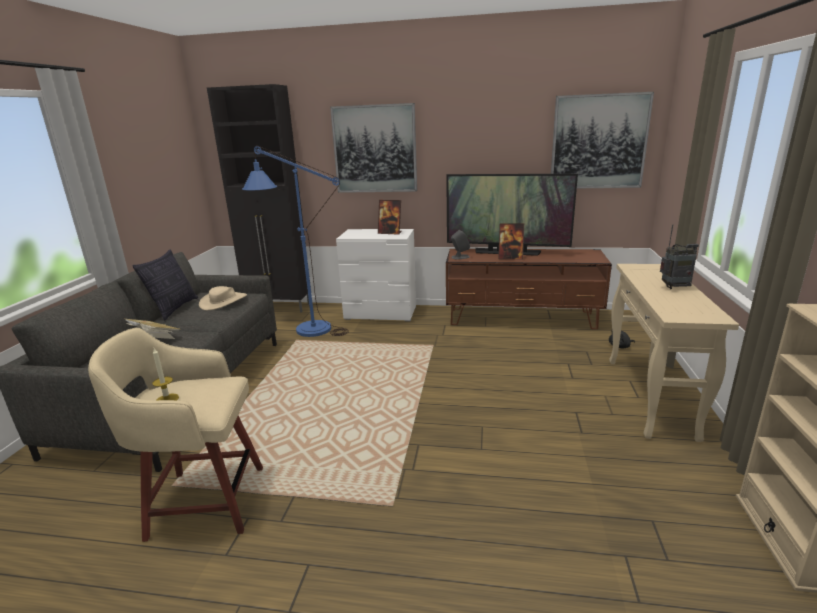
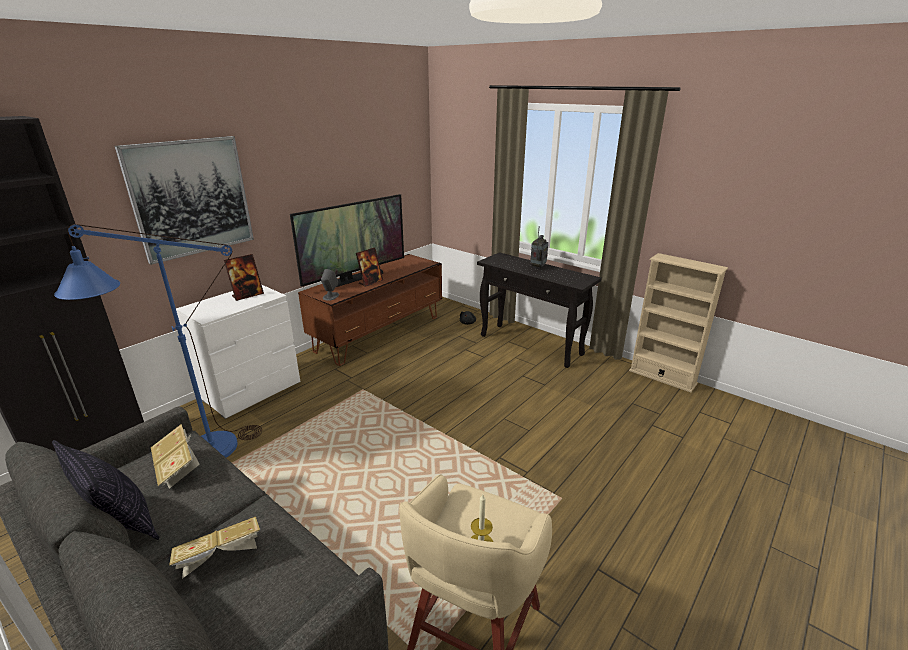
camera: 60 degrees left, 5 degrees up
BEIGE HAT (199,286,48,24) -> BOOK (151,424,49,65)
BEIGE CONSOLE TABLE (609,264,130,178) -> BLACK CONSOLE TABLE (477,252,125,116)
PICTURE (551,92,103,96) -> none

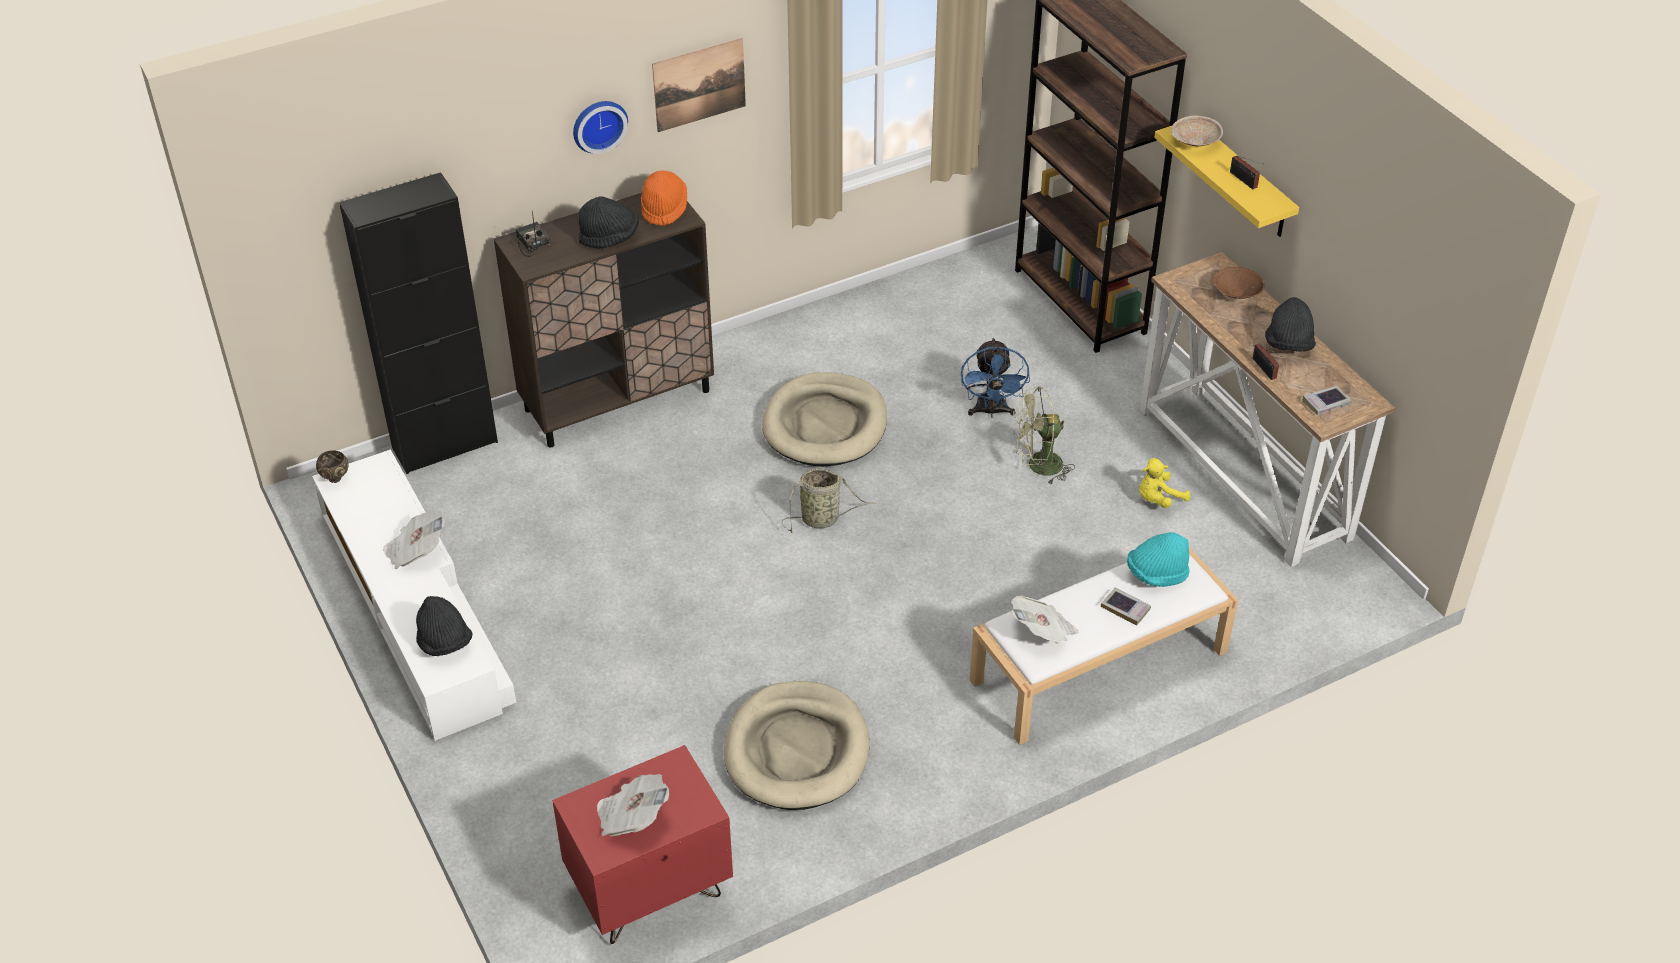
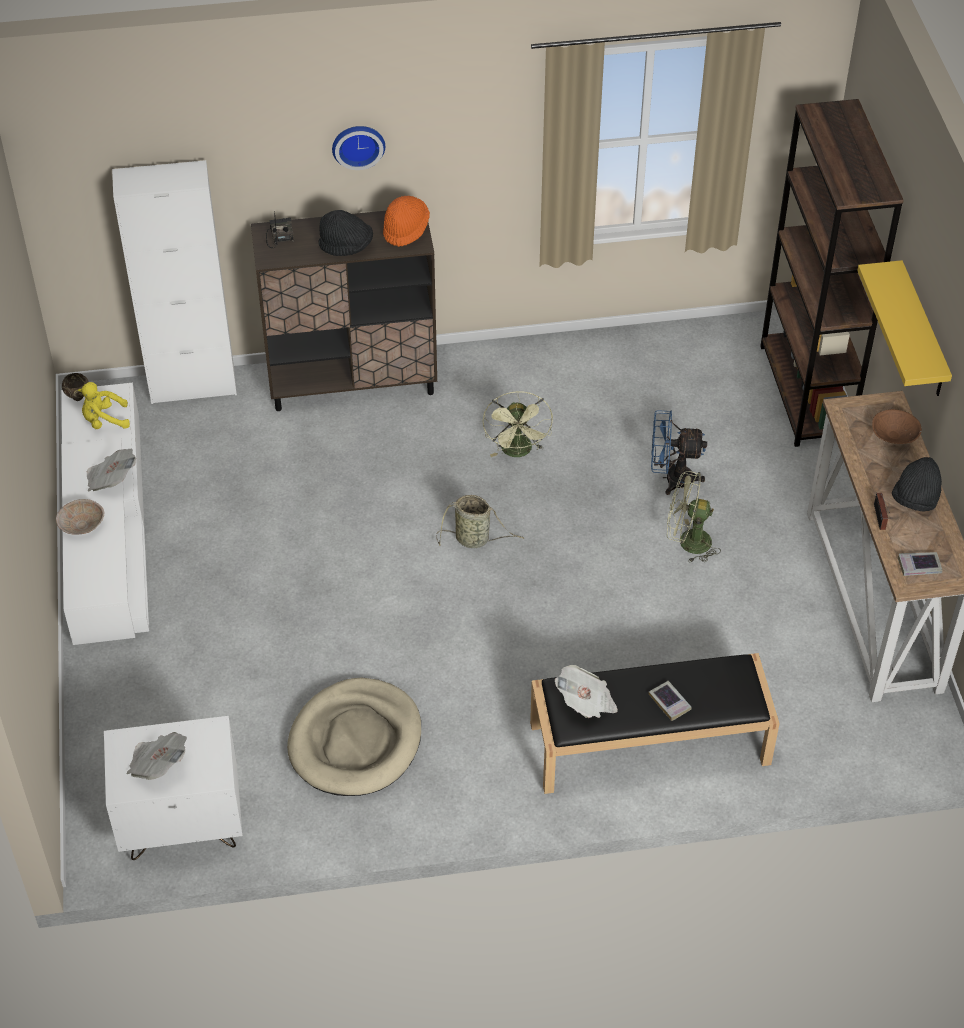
camera: 20 degrees right, 5 degrees up
BEIGE BOWL (1171,115,52,32) -> BEIGE BOWL (56,499,48,36), relocated
YELLOW PLUSH TOY (1139,458,51,50) -> YELLOW PLUSH TOY (78,382,52,47), relocated
RED NIGHTSTAND (552,745,181,199) -> WHITE NIGHTSTAND (104,716,139,144)
BLACK CABINET (339,172,159,302) -> WHITE CABINET (112,160,125,244)
BEIGE DOG BED (762,372,125,95) -> GREEN FAN (482,391,71,66)
WHITE BENCH (970,547,268,198) -> BLACK BENCH (530,653,250,141)
BLUE FAN (961,338,69,80) -> BLUE FAN (651,410,56,85), 75 degrees clockwise
BLACK HAT (416,596,57,60) -> none
PICTURE (652,38,94,94) -> none
TURQUOISE HAT (1127,532,62,55) -> none
RADIO (1230,156,33,34) -> none

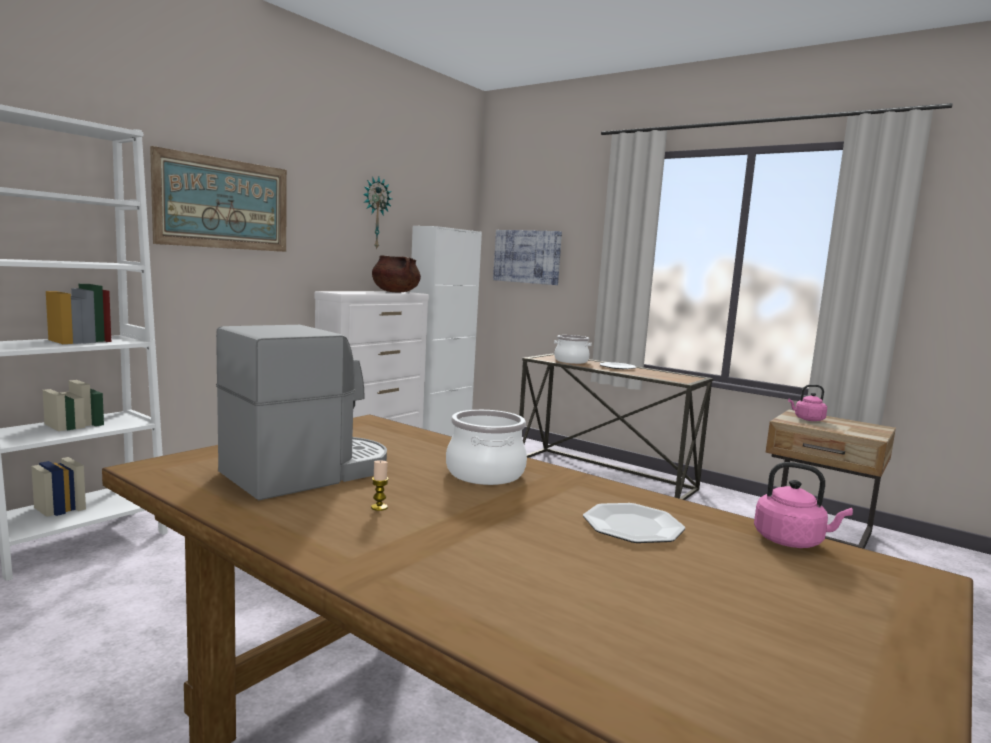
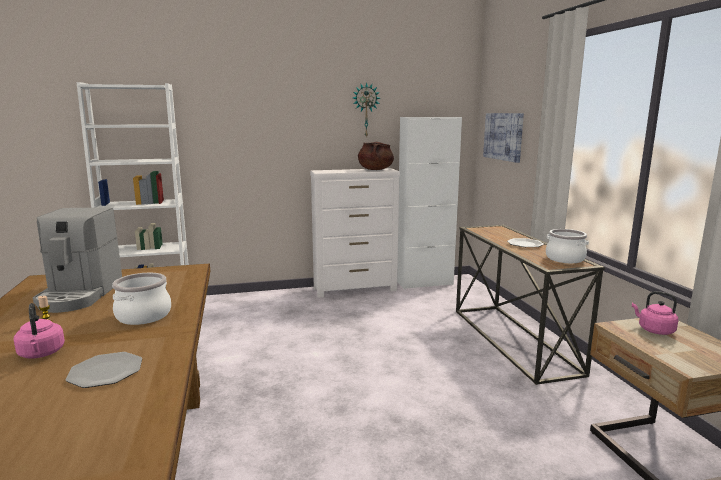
camera: 40 degrees right, 5 degrees up
PINK KETTLE (754,462,99,86) -> PINK KETTLE (14,303,51,56), relocated
COFFEE MACHINE (216,325,171,175) -> COFFEE MACHINE (33,207,89,106), 90 degrees clockwise
COOKING POT (554,335,38,29) -> COOKING POT (546,229,43,34), relocated
PICTURE (150,146,137,106) -> none

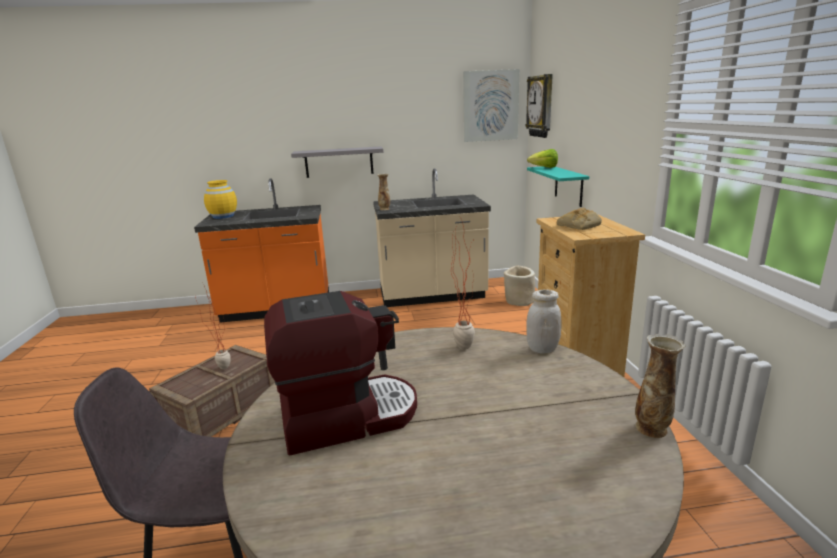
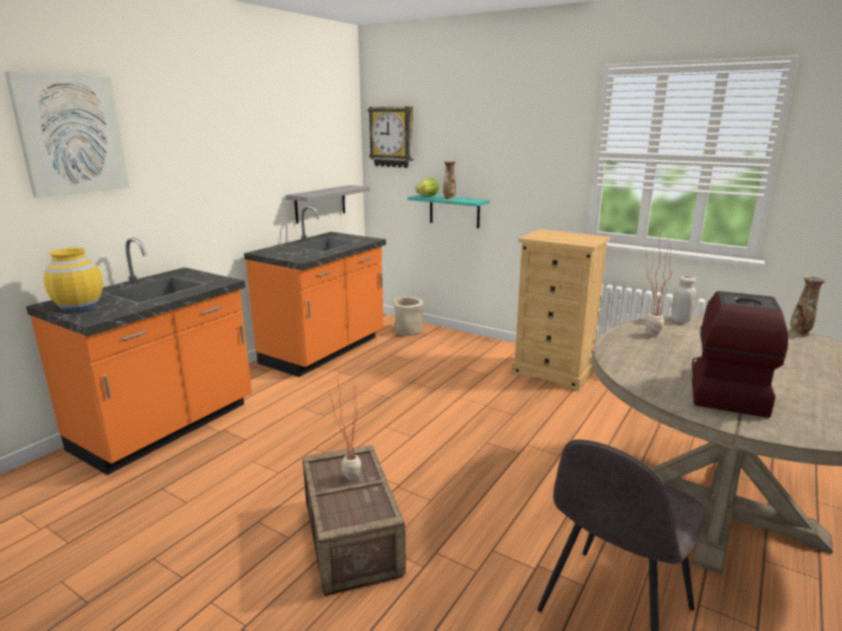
camera: 50 degrees left, 0 degrees up
PICTURE (463,69,56,73) -> PICTURE (5,71,124,127), relocated
BEIGE COUNTER (373,168,118,139) -> ORANGE COUNTER (244,206,142,171)
GREY SHELF (291,146,92,32) -> GREY SHELF (286,185,84,39), relocated
VASE (377,173,13,37) -> VASE (443,161,13,38), relocated
BREAD (557,208,45,22) -> none

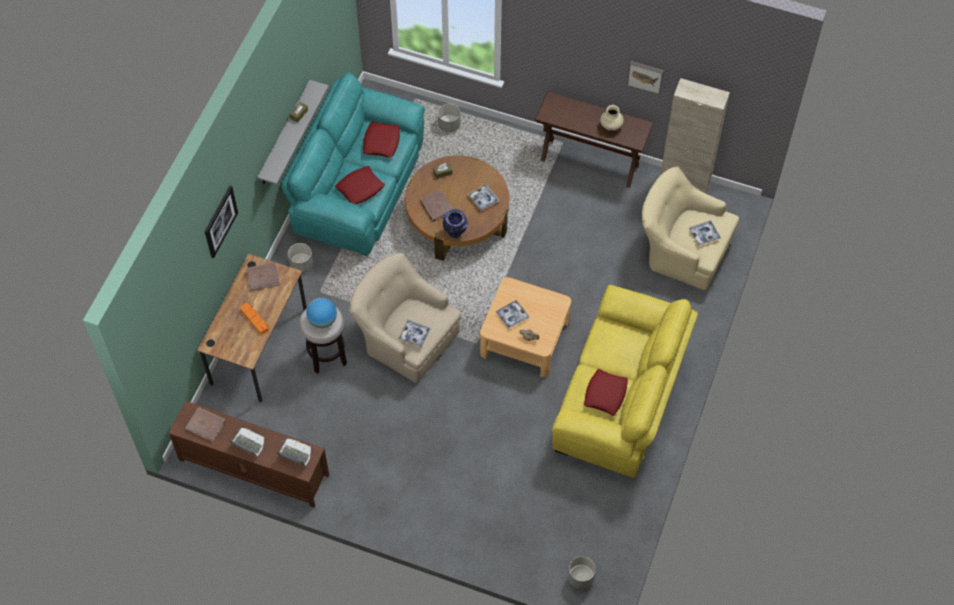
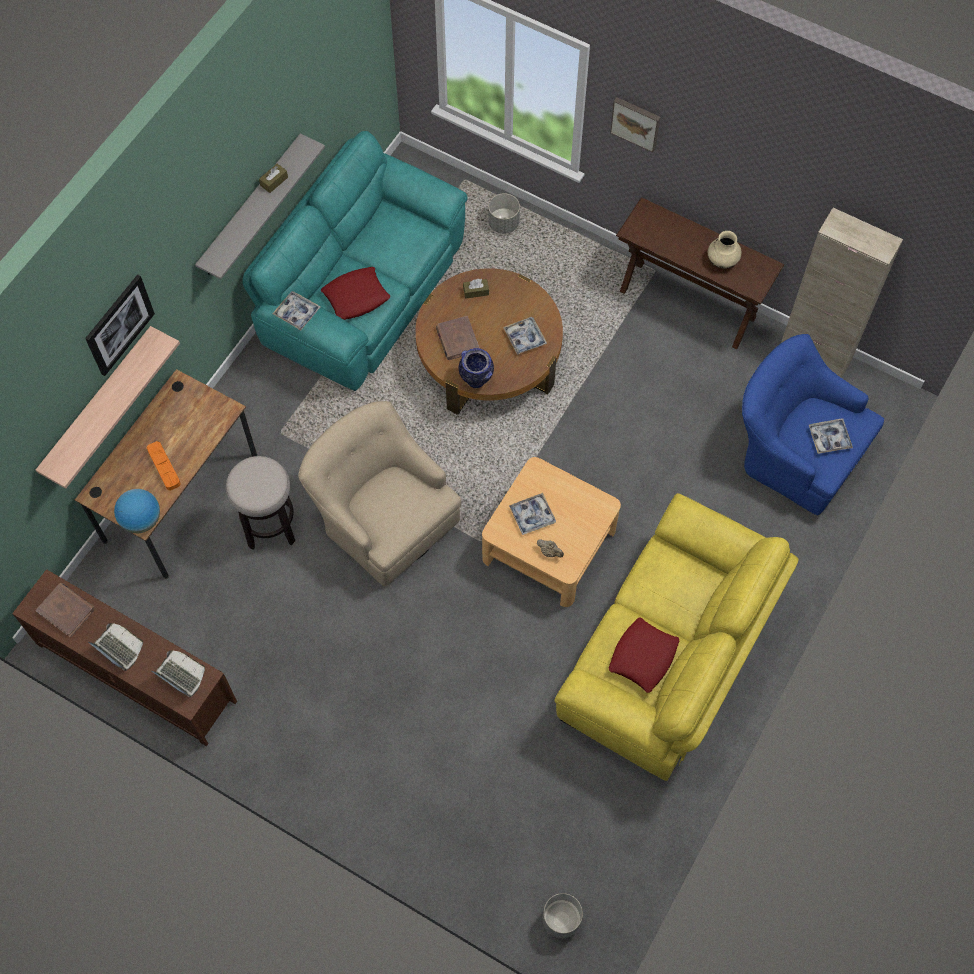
camera: 10 degrees right, 5 degrees up
none -> SHELF (36,326,144,163)
GLOBE (306,298,31,30) -> GLOBE (114,489,46,44), relocated
TRAY (398,320,33,27) -> TRAY (272,291,48,40), relocated
PICTURE (627,61,37,33) -> PICTURE (610,97,51,56), relocated
BEIGE ARMCHAIR (642,166,97,124) -> BLUE ARMCHAIR (742,334,142,181)
BROWN BOOK (246,262,34,29) -> none
GREY PLANTER (288,243,25,30) -> none
RED PILLOW (363,121,37,37) -> none

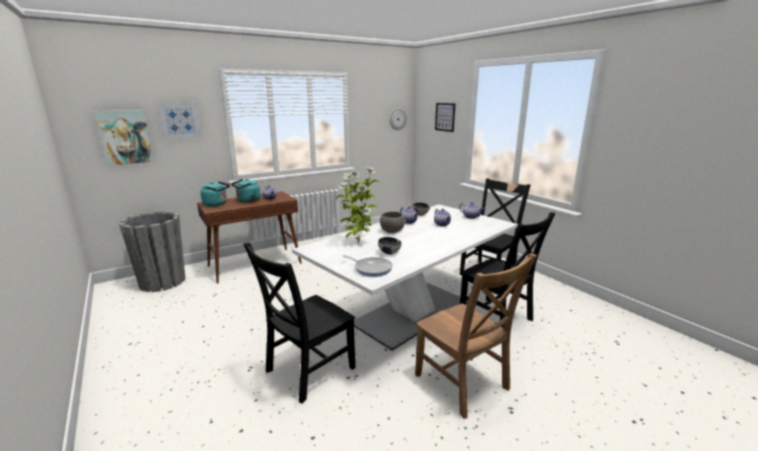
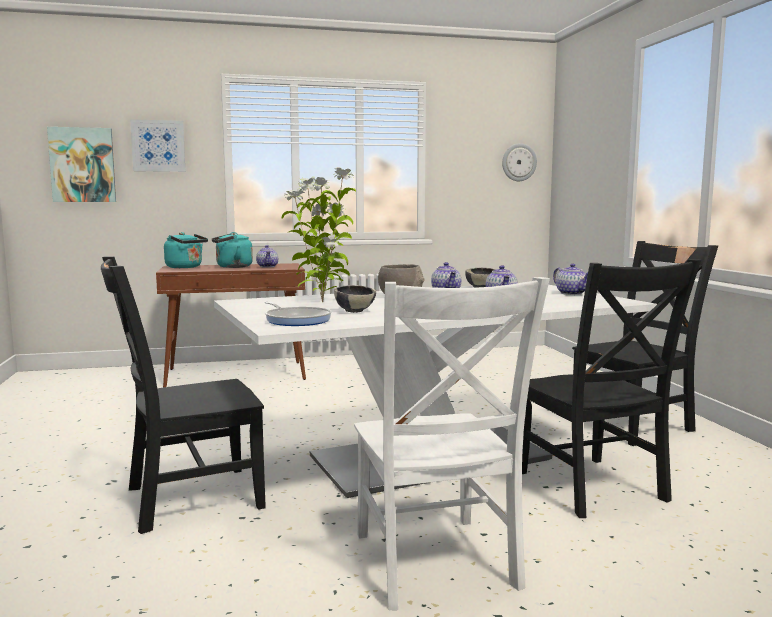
camera: 20 degrees right, 10 degrees down
BROWN CHAIR (415,253,122,166) -> WHITE CHAIR (354,277,196,333)
GREY PLANTER (119,211,67,81) -> none
PICTURE (435,103,20,29) -> none

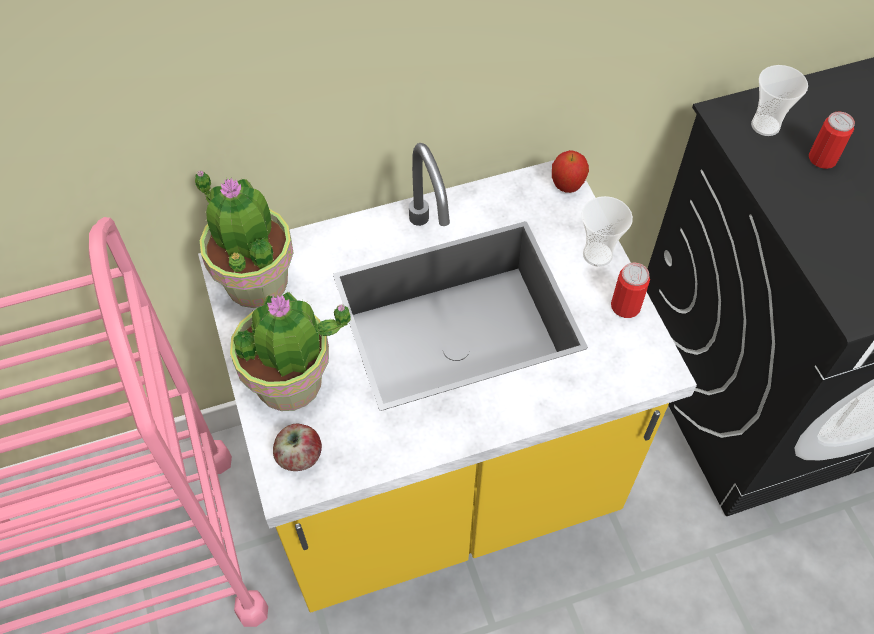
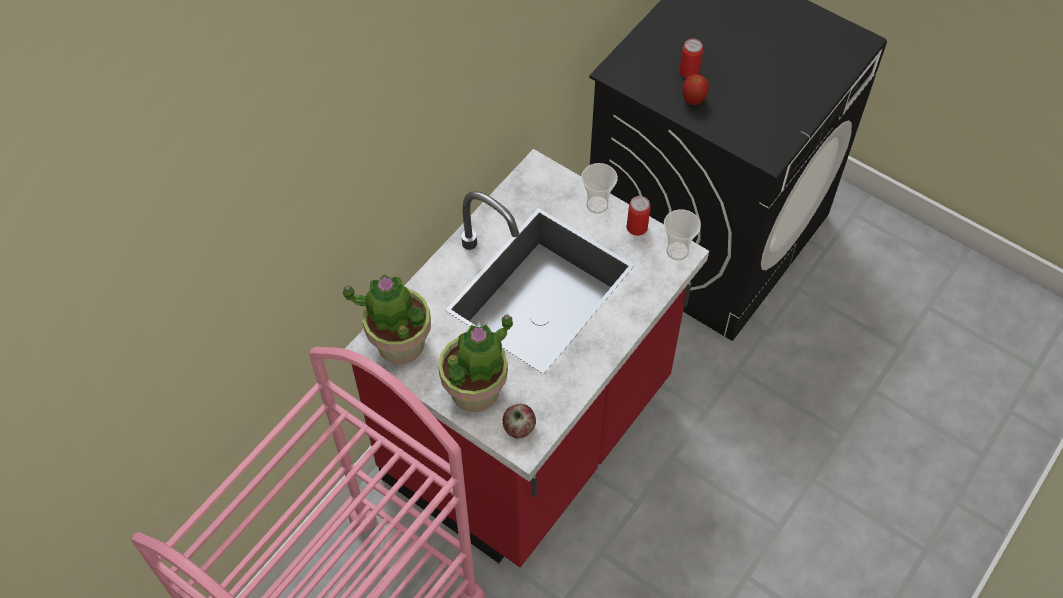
camera: 35 degrees left, 0 degrees up
YELLOW COUNTER (198,143,499,470) -> RED COUNTER (345,149,364,418)
CUP (751,65,57,71) -> CUP (664,209,37,51), relocated
APPLE (552,150,37,43) -> APPLE (682,74,27,31), relocated

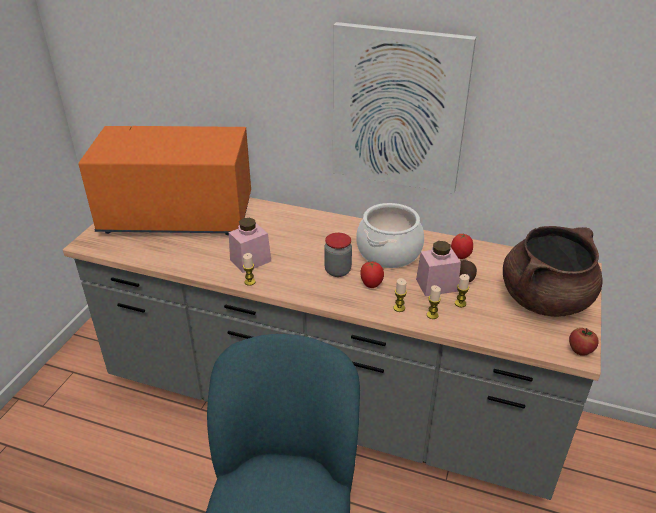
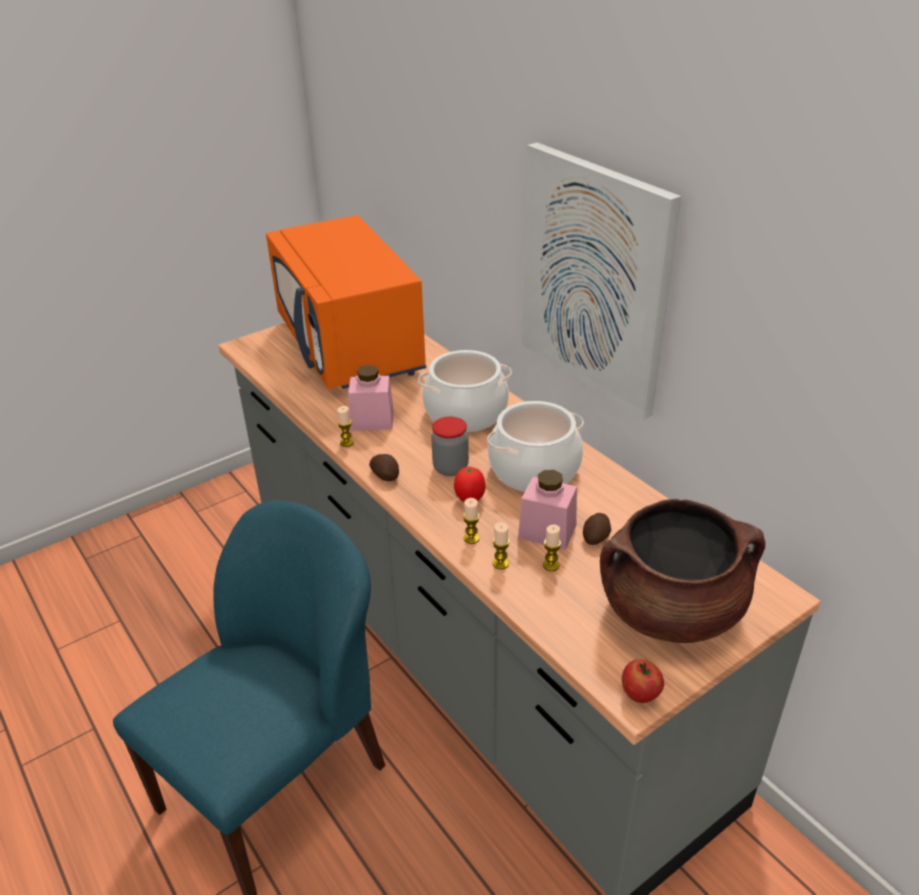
camera: 35 degrees right, 0 degrees up
ORANGE MICROWAVE (79,126,172,109) -> ORANGE MICROWAVE (266,215,160,174), 150 degrees counterclockwise
none -> POTATO (369,454,30,27)
none -> COOKING POT (418,350,94,82)
TOMATO (451,234,22,25) -> none

